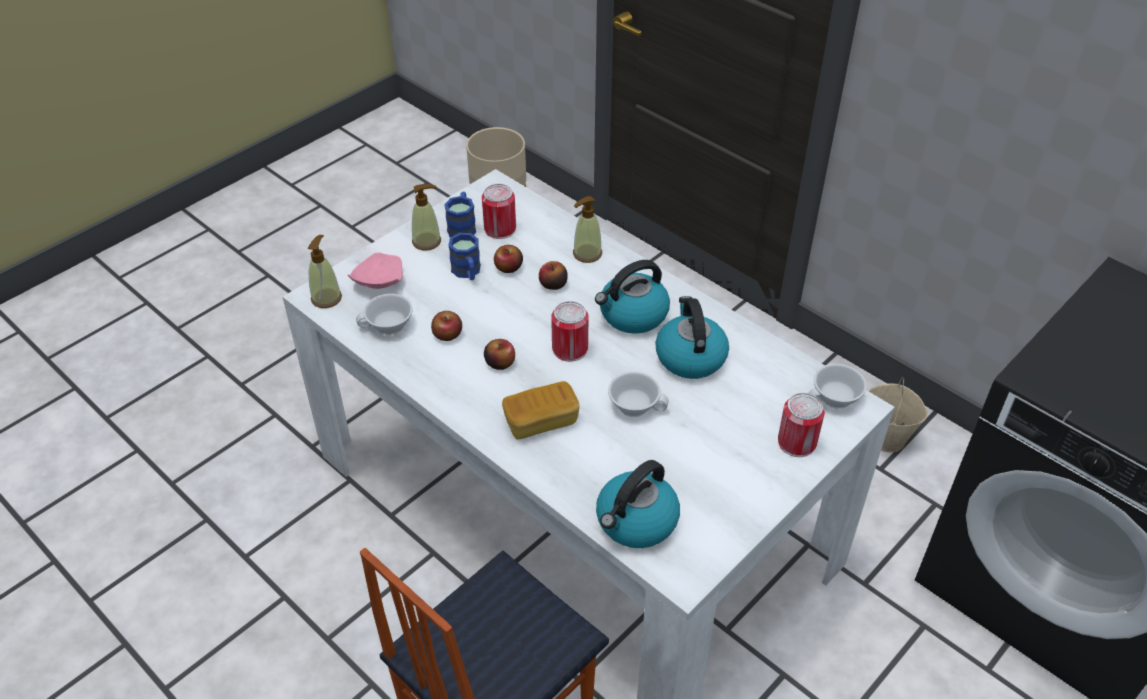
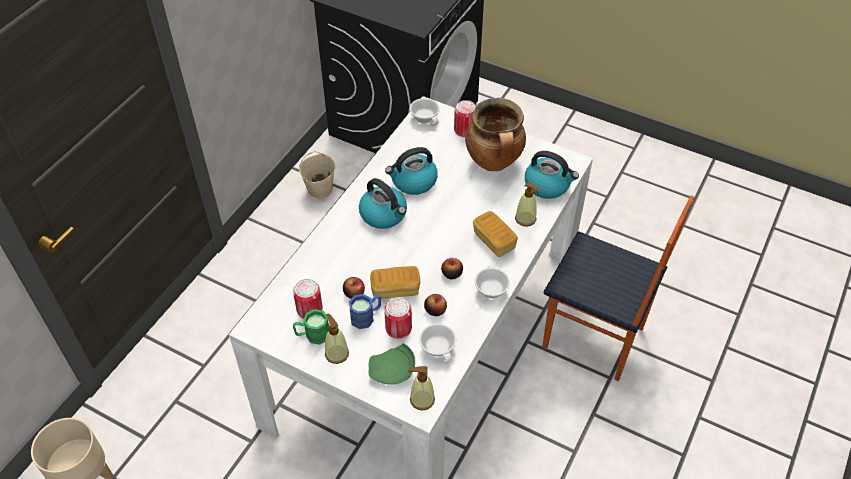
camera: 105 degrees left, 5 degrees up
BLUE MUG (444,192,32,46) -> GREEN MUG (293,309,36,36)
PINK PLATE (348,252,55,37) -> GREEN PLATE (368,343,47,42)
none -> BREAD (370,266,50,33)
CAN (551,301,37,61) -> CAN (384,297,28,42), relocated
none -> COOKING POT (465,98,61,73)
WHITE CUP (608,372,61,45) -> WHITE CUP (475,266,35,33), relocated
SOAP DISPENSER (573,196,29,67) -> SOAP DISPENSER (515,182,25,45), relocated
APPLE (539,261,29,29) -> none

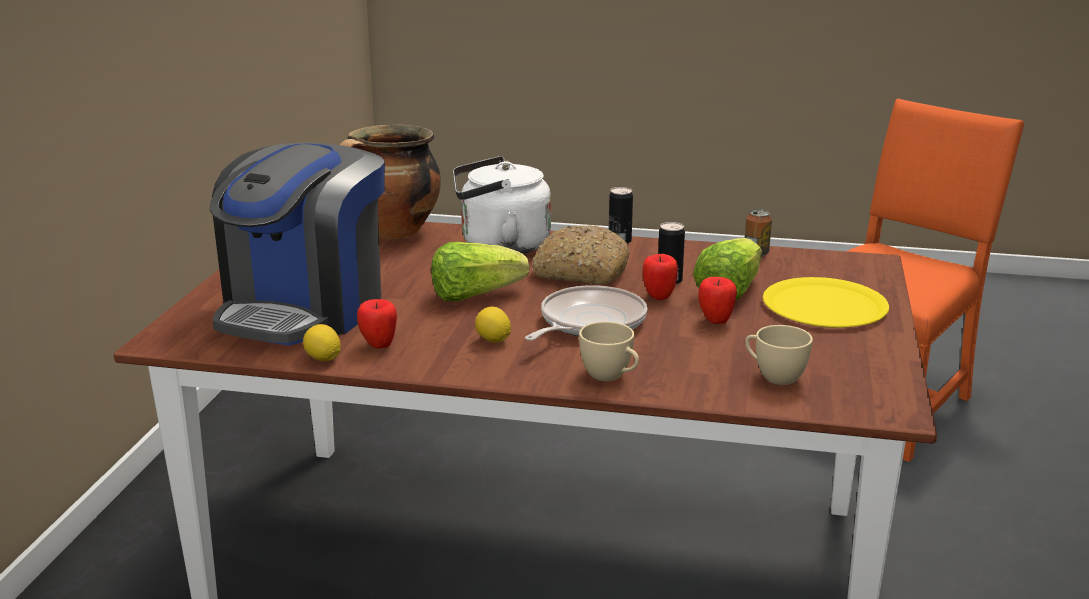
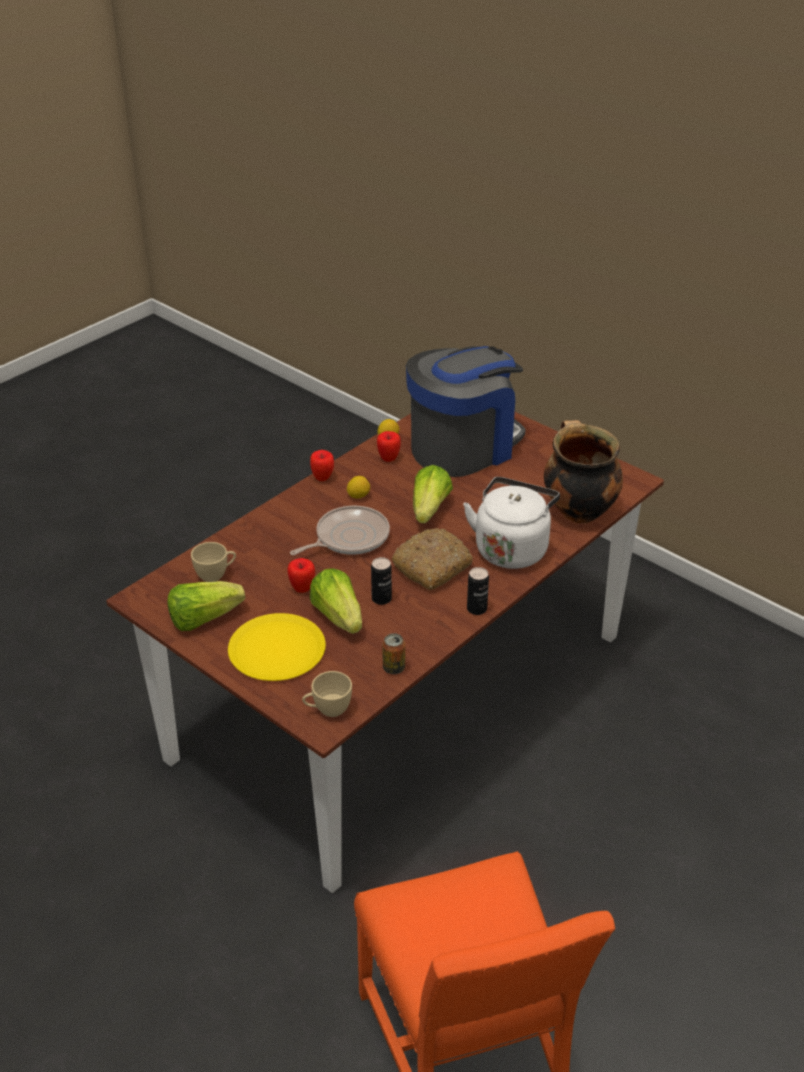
camera: 120 degrees right, 15 degrees up
none -> LETTUCE (167,581,78,50)
FRYING PAN (525,285,122,56) -> FRYING PAN (290,506,100,49), 105 degrees counterclockwise
BEIGE CUP (579,322,60,59) -> BEIGE CUP (302,671,50,46), relocated
APPLE (643,254,35,46) -> APPLE (310,450,24,31), relocated
COFFEE MACHINE (209,142,176,204) -> COFFEE MACHINE (406,346,120,131), 90 degrees clockwise

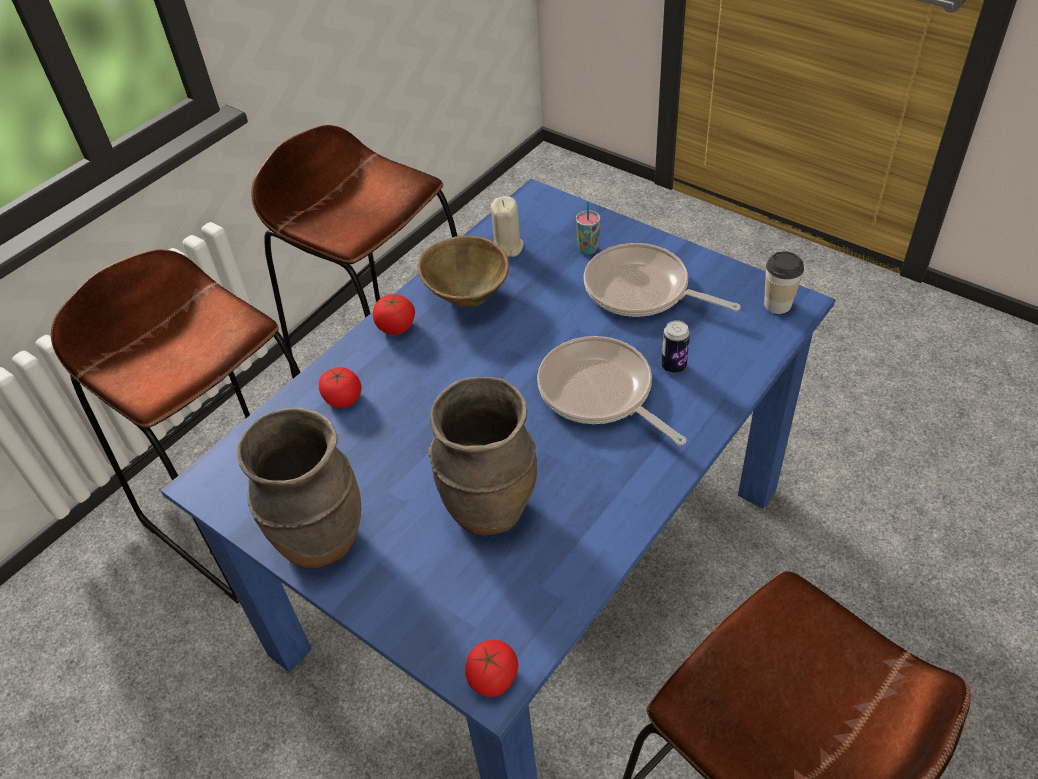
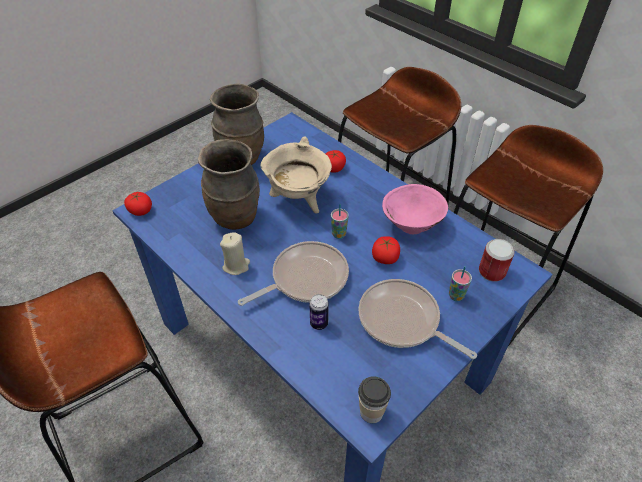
camera: 95 degrees right, 0 degrees up
BEIGE CANDLE (491,196,33,61) -> BEIGE CANDLE (220,232,30,43), relocated
none -> BEIGE COOKING POT (260,136,72,78)
none -> CUP (331,204,18,35)
FRYING PAN (584,243,157,74) -> FRYING PAN (358,279,119,80), 90 degrees counterclockwise
TOMATO (373,294,42,41) -> TOMATO (372,236,28,28), relocated
BROWN BOWL (418,236,91,71) -> PINK BOWL (382,184,66,50)
none -> CAN (479,239,36,43)

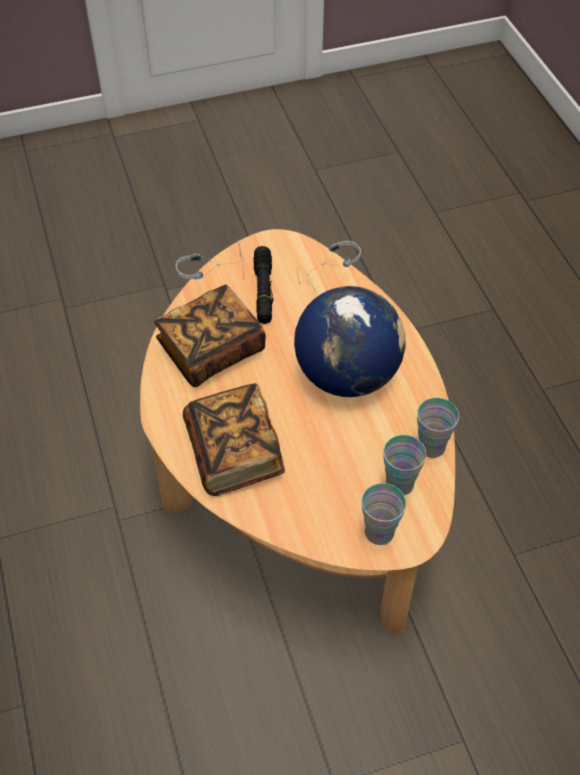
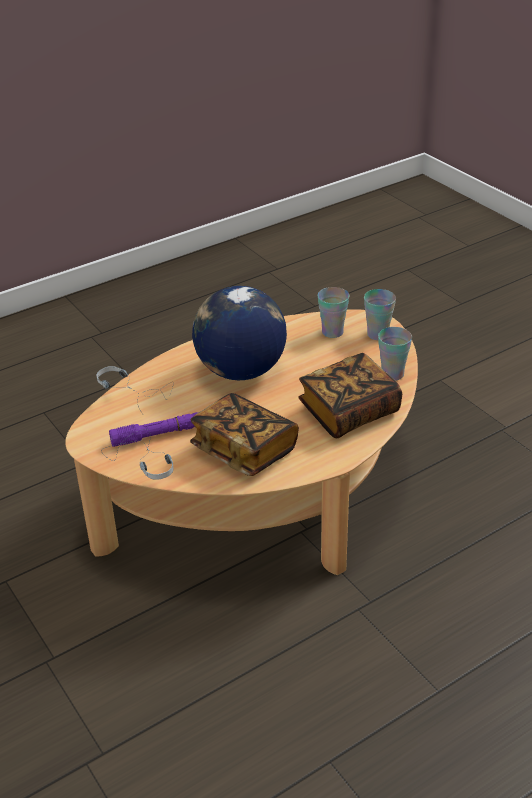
camera: 105 degrees left, 15 degrees down
BLACK FLASHLIGHT (253,246,21,78) -> PURPLE FLASHLIGHT (109,412,89,35)
CUP (417,398,42,60) -> CUP (378,327,34,54), relocated

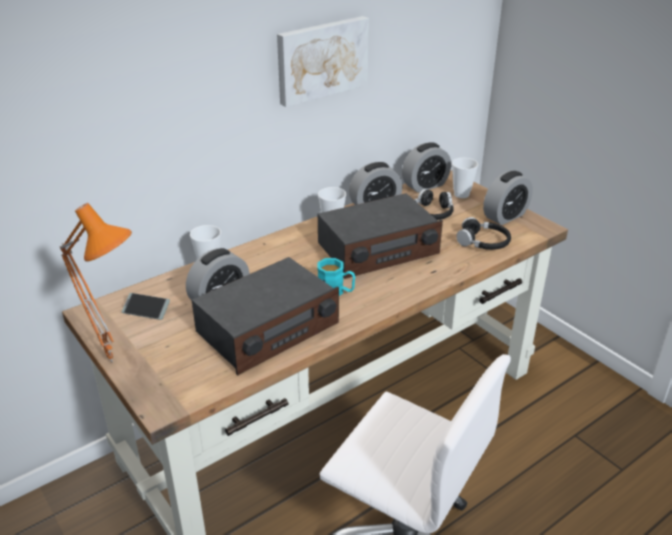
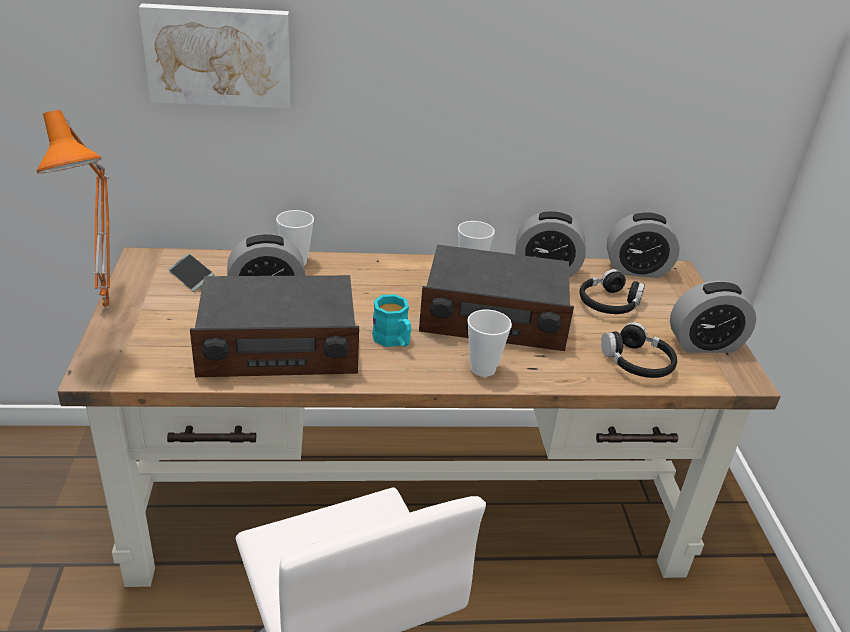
camera: 30 degrees right, 0 degrees up
PICTURE (277,16,92,91) -> PICTURE (139,3,152,105), relocated
CUP (452,158,26,40) -> CUP (467,310,45,67), relocated

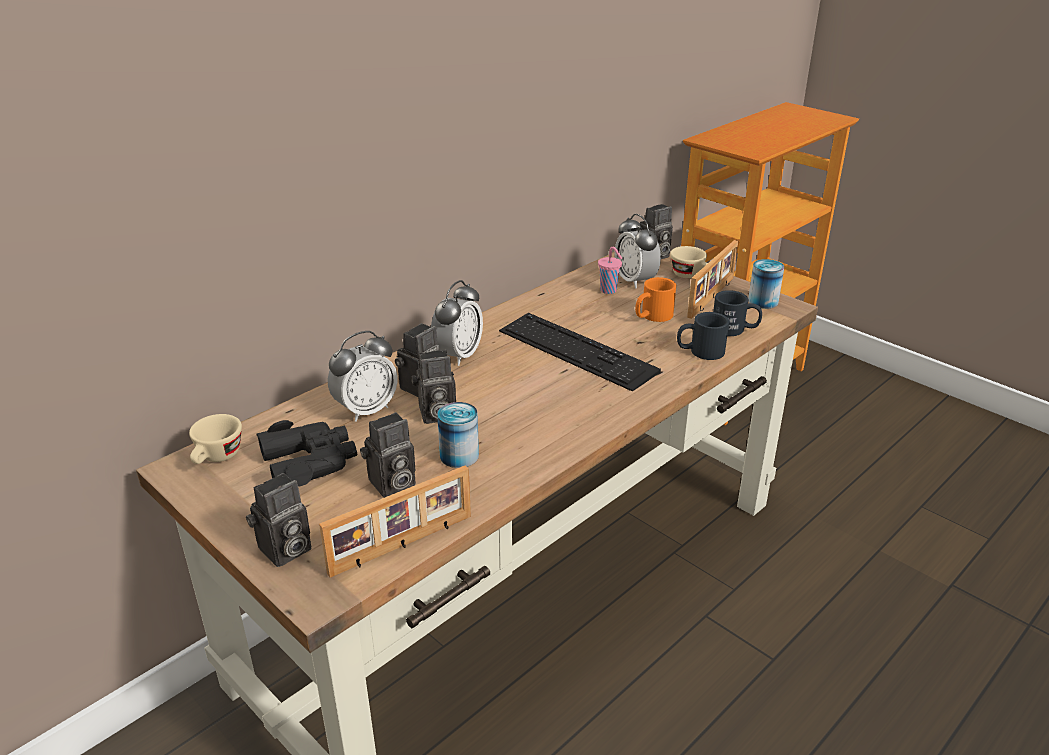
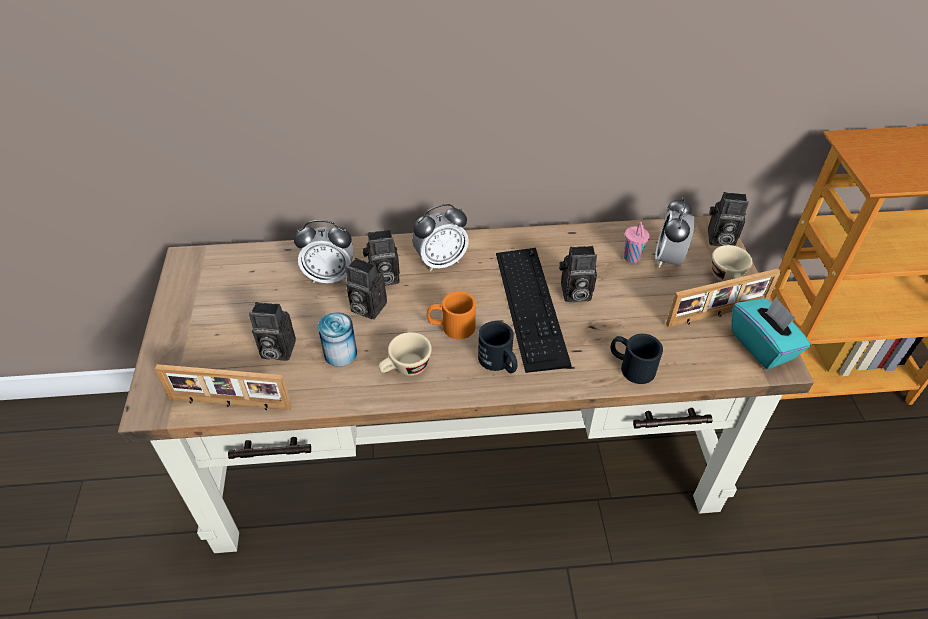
camera: 40 degrees right, 15 degrees up
BEIGE CUP (189,414,53,50) -> BEIGE CUP (378,332,54,44), relocated
ORANGE MUG (635,277,41,45) -> ORANGE MUG (427,291,49,48), relocated
BLACK MUG (713,290,49,46) -> BLACK MUG (478,321,39,52), relocated
PHOTO CAMERA (246,473,65,94) -> PHOTO CAMERA (559,246,38,56), relocated
CAN (748,259,36,50) -> TURQUOISE TISSUE BOX (732,297,79,72)
BLACK BINOCULARS (256,420,101,66) -> none

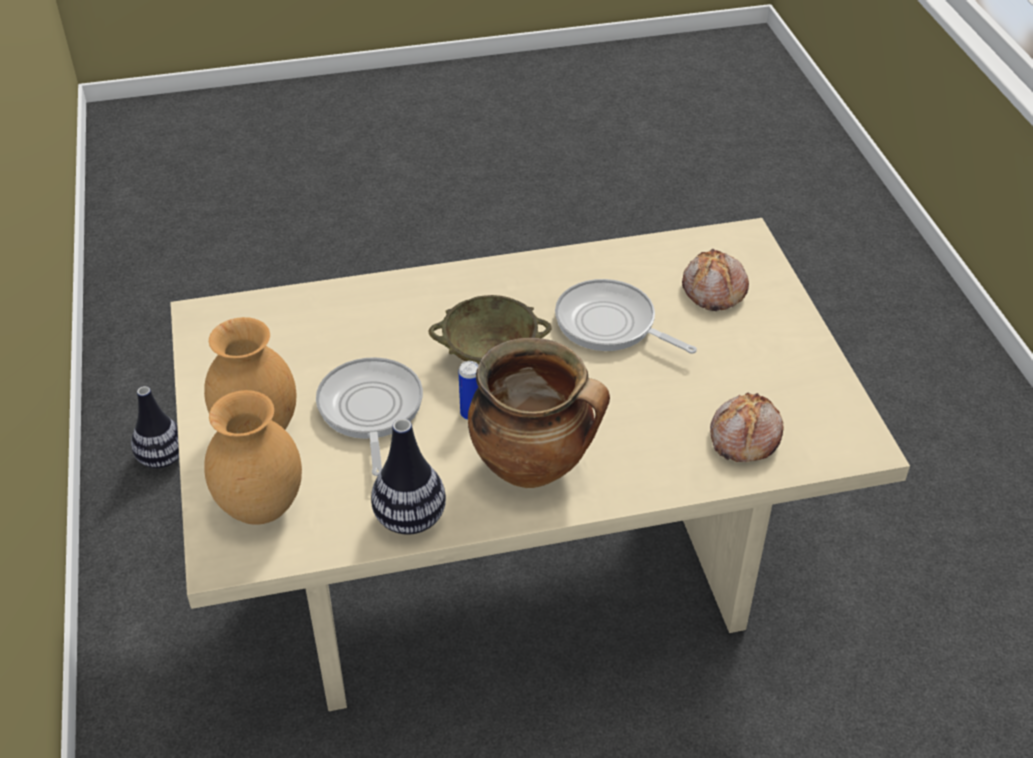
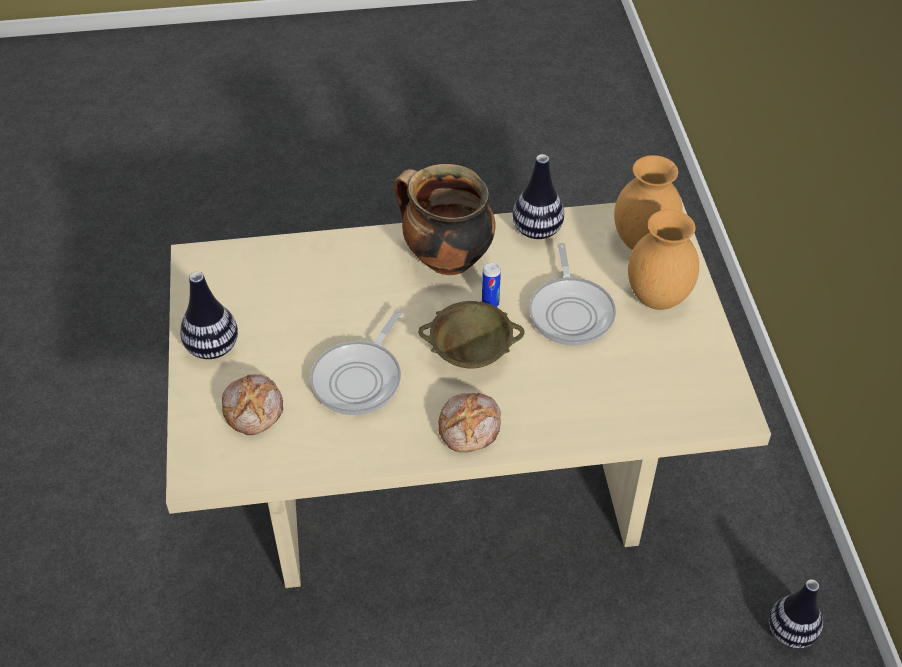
camera: 175 degrees left, 5 degrees up
none -> VASE (180,272,58,87)
FRYING PAN (555,279,142,75) -> FRYING PAN (310,310,92,105), 75 degrees clockwise
BREAD (710,393,74,69) -> BREAD (439,393,62,59), relocated

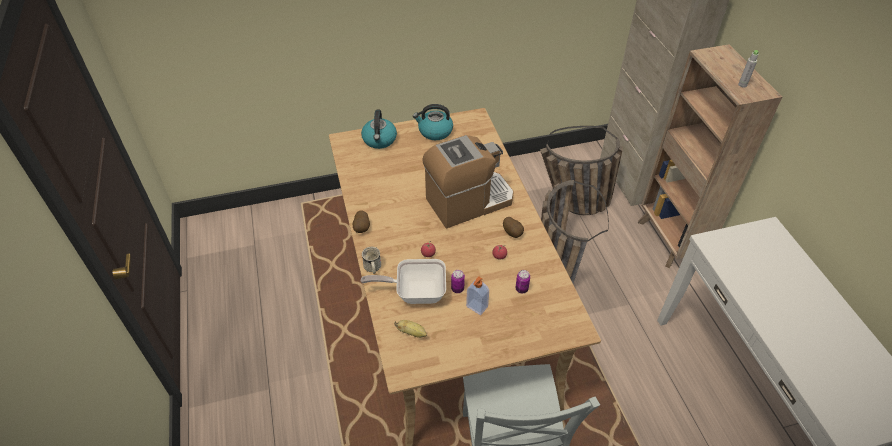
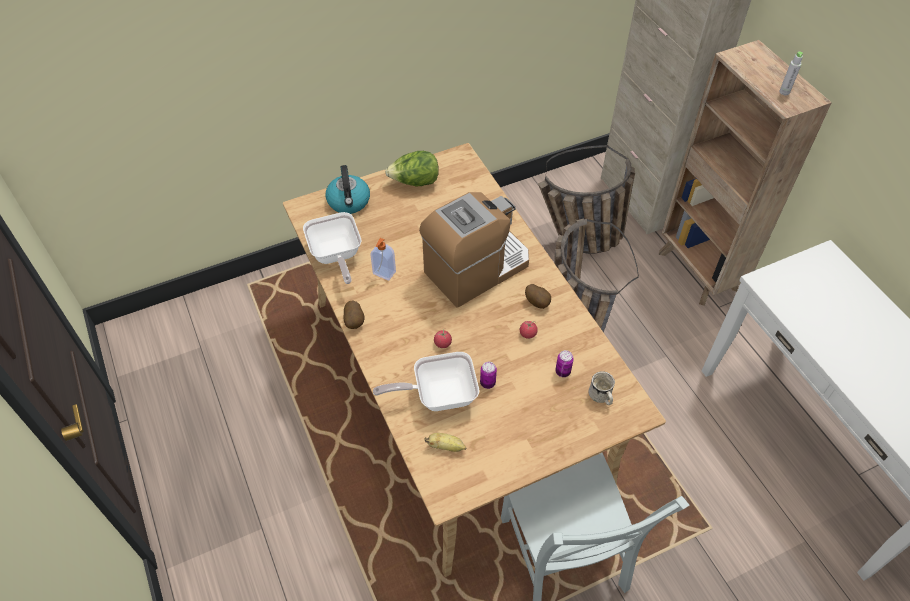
camera: 10 degrees left, 5 degrees up
none -> FRYING PAN (303,212,59,72)
SOAP DISPENSER (466,276,23,39) -> SOAP DISPENSER (370,238,26,43), relocated
KETTLE (413,104,40,36) -> LETTUCE (385,151,54,35)
WHITE MUG (362,247,19,27) -> WHITE MUG (588,371,27,34), relocated

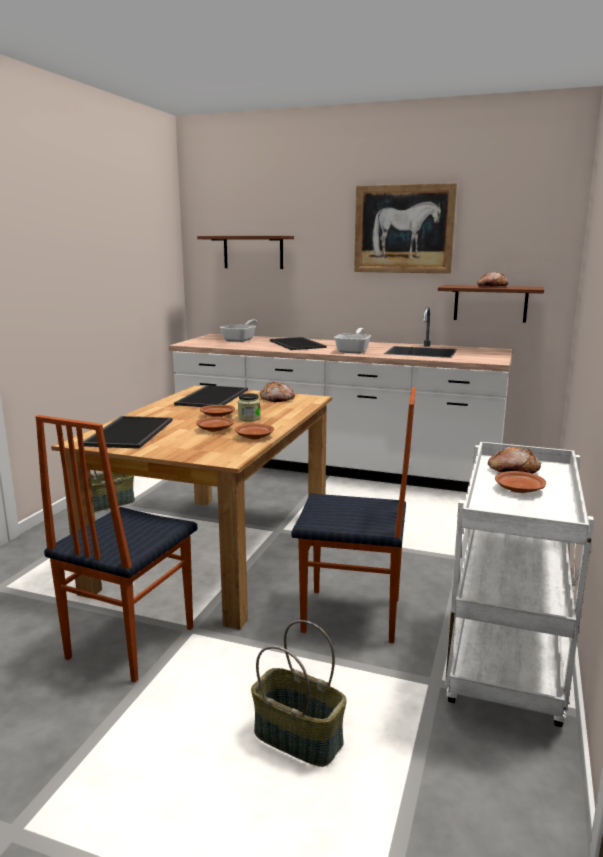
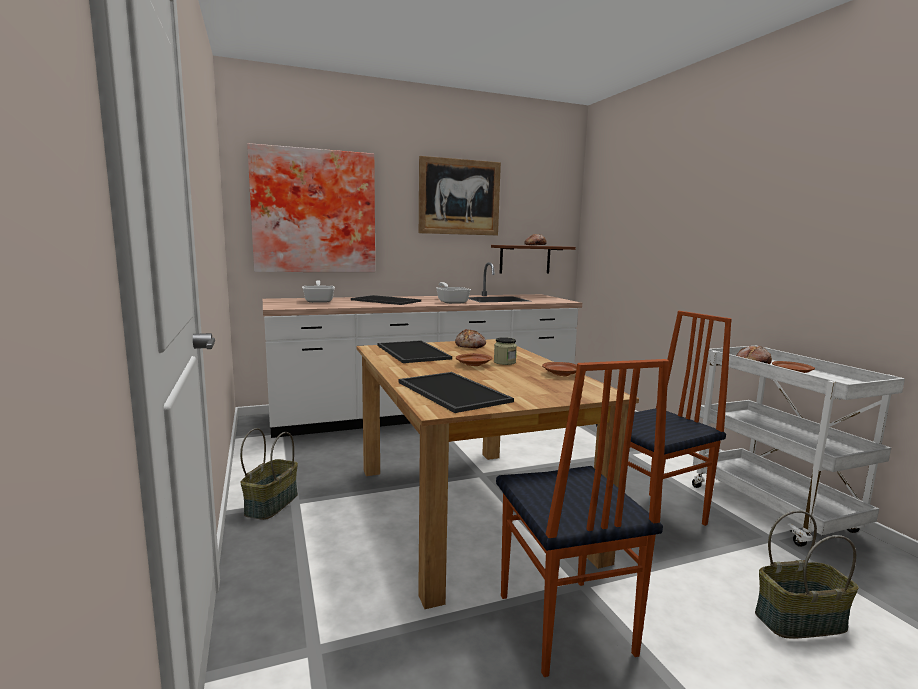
camera: 40 degrees left, 5 degrees down
BROWN SHELF (197,236,97,33) -> PICTURE (247,143,128,129)
BROWN PLATE (196,417,38,15) -> none

